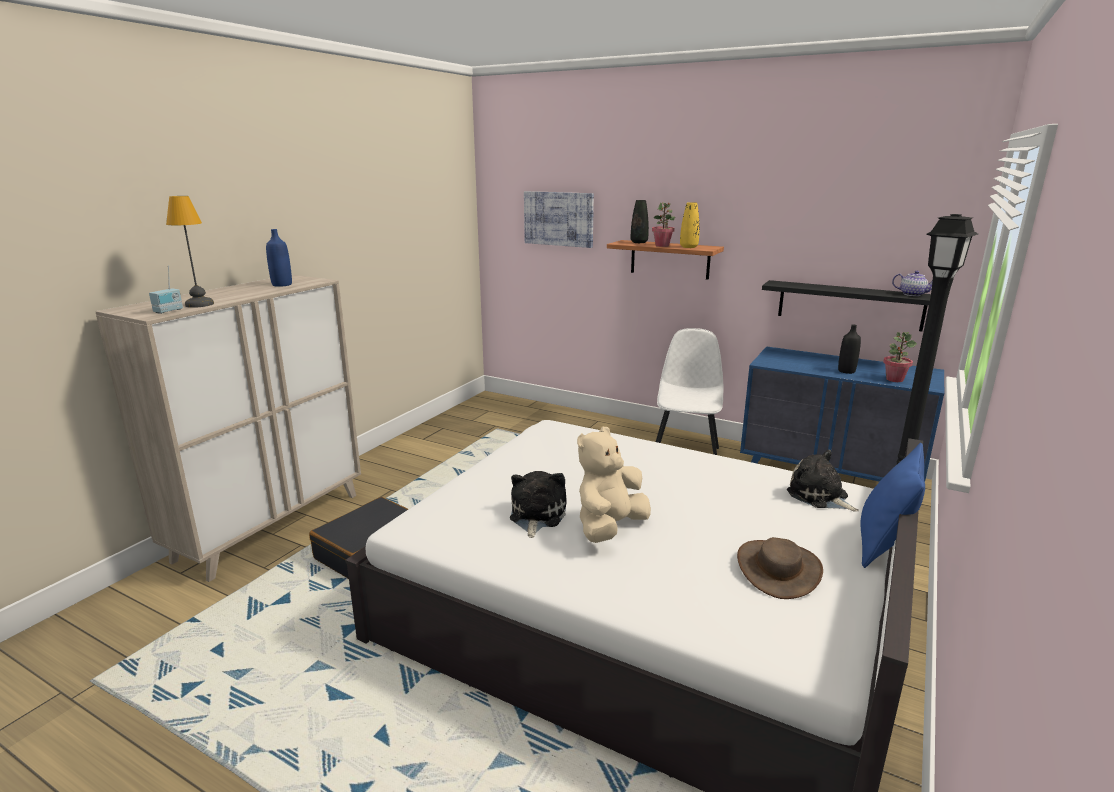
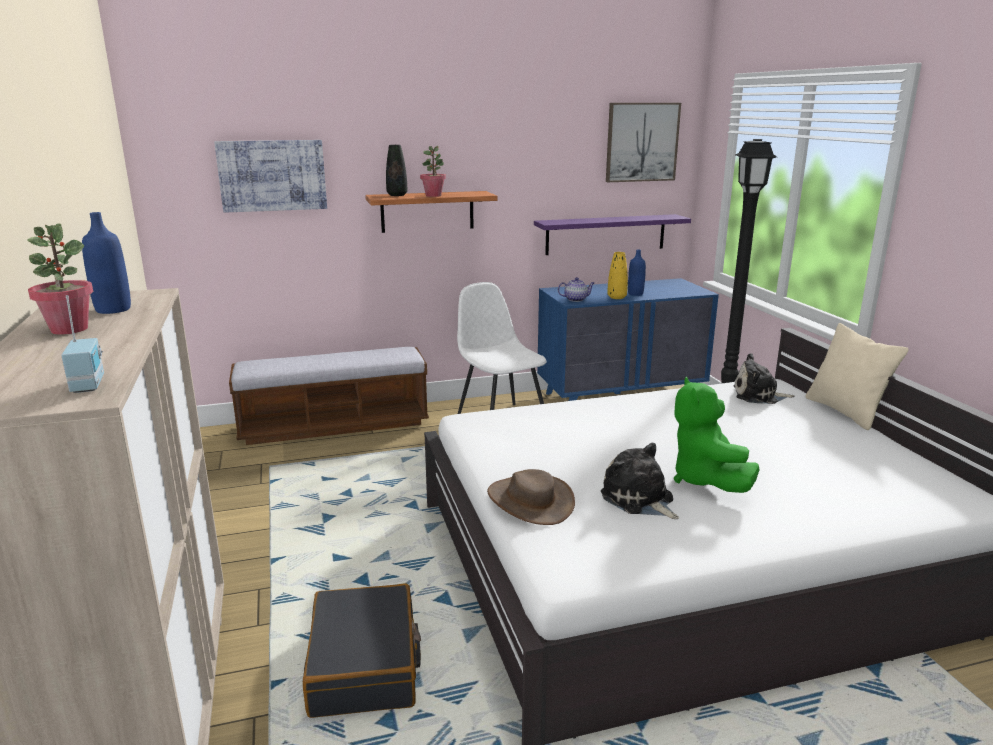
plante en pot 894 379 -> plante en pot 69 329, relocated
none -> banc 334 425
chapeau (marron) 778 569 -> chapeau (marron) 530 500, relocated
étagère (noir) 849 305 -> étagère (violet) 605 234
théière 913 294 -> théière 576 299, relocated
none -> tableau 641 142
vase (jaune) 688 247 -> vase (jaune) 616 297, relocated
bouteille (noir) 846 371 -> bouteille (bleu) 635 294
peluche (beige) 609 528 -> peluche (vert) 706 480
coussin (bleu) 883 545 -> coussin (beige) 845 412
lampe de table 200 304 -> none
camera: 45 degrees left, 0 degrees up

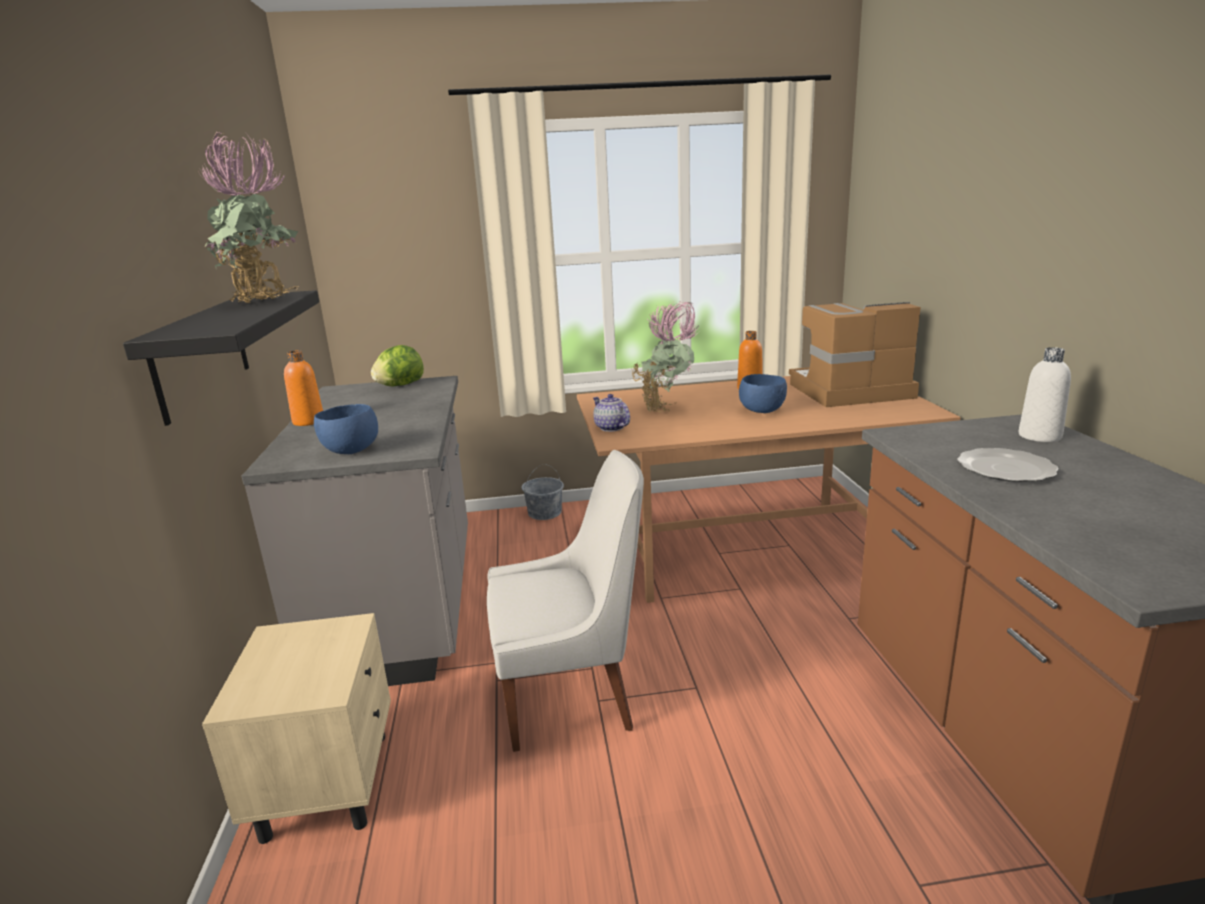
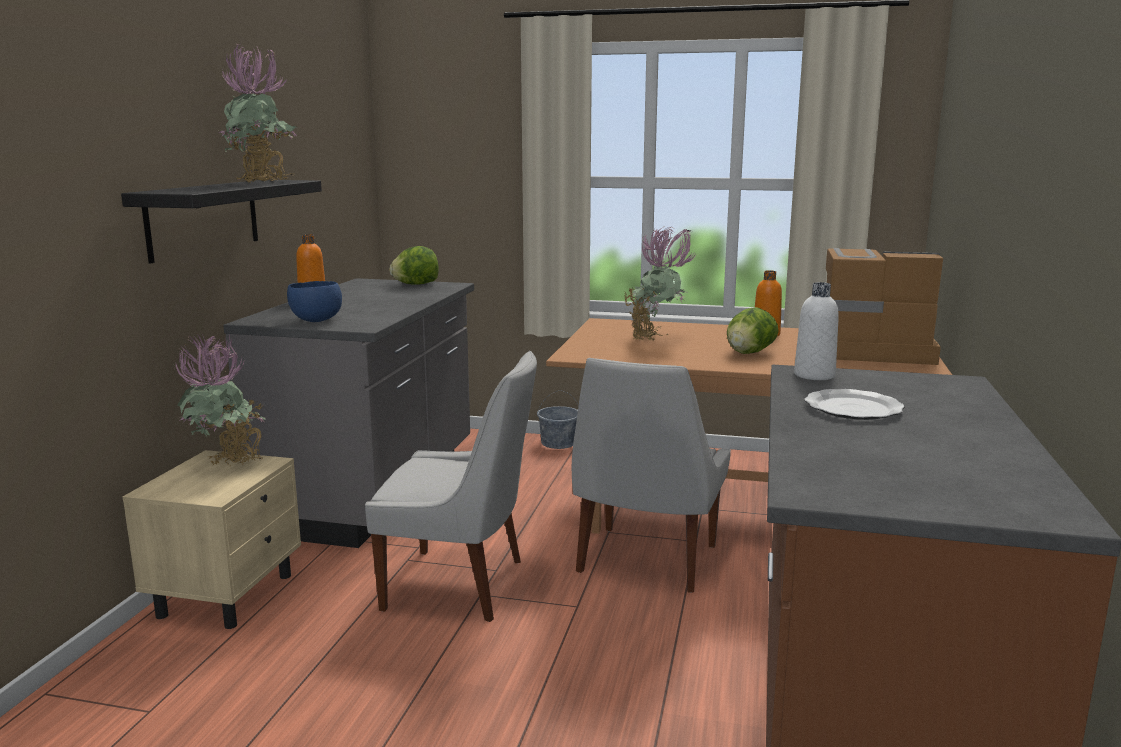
none -> plante en pot 229 467
none -> chaise (blanc) 645 561
bol (bleu) 762 411 -> laitue 749 353
bouteille (blanc) 1039 436 -> bouteille (blanc) 814 375, relocated
théière 610 428 -> none
camera: 20 degrees right, 5 degrees down

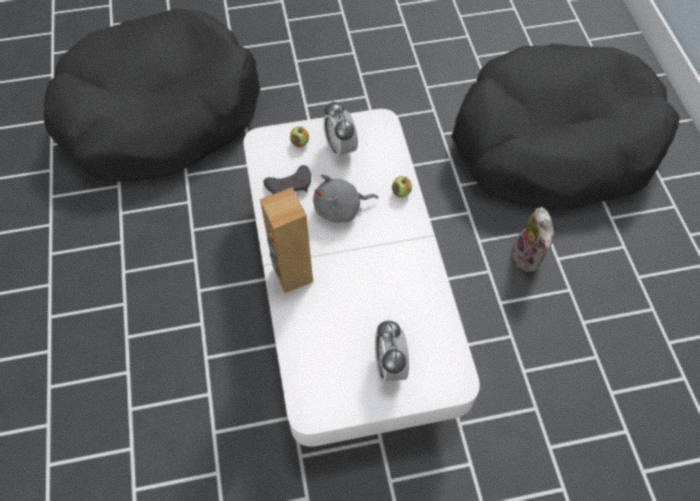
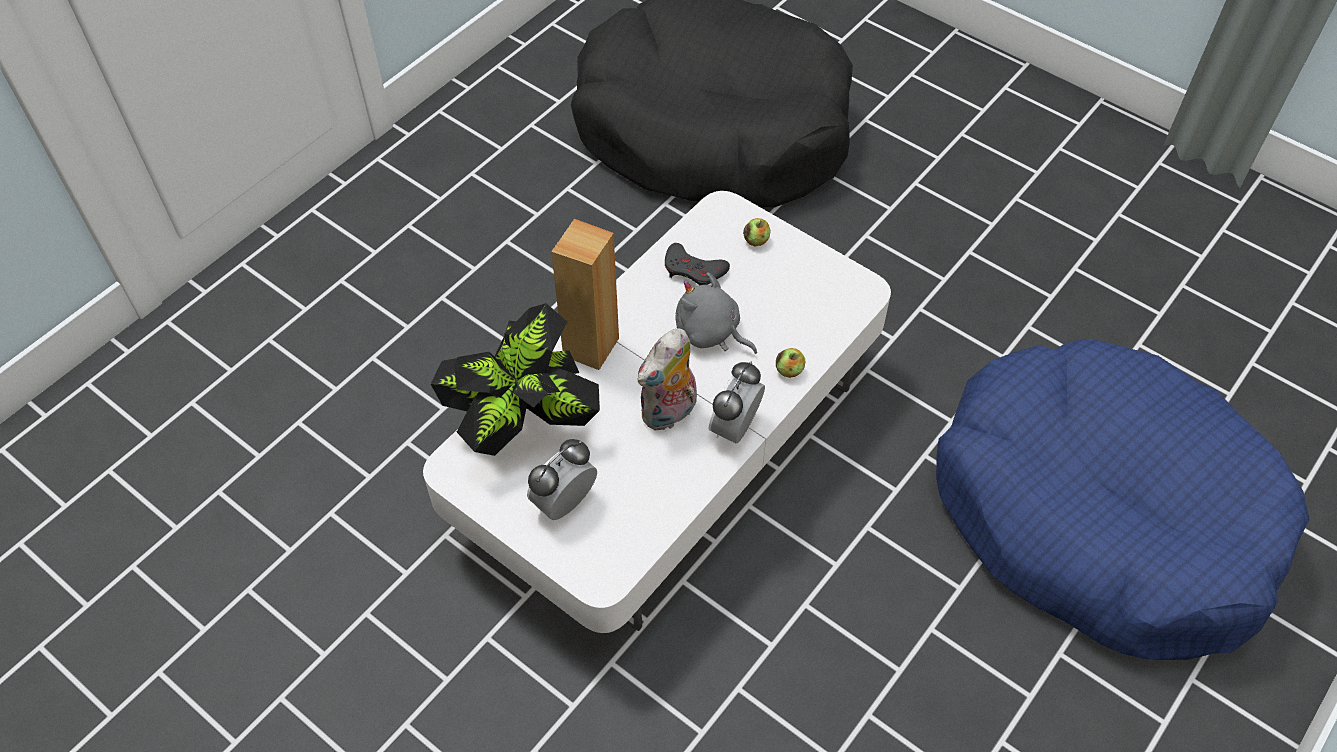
none -> plante en pot 525 426
peluche 529 257 -> peluche 669 413, relocated
réveil 340 148 -> réveil 735 427, relocated
panier pour chien (noir) 553 145 -> panier pour chien (bleu) 1100 516
camera: 50 degrees right, 5 degrees down

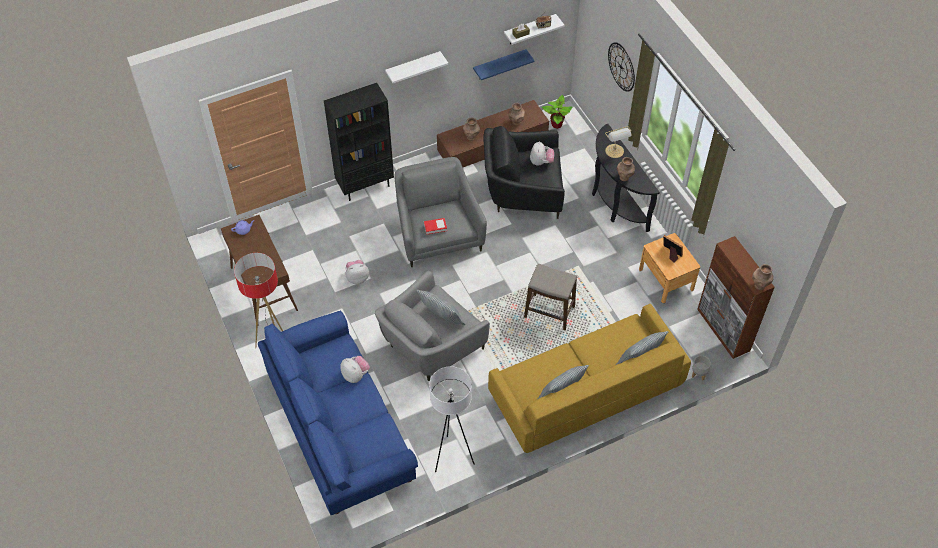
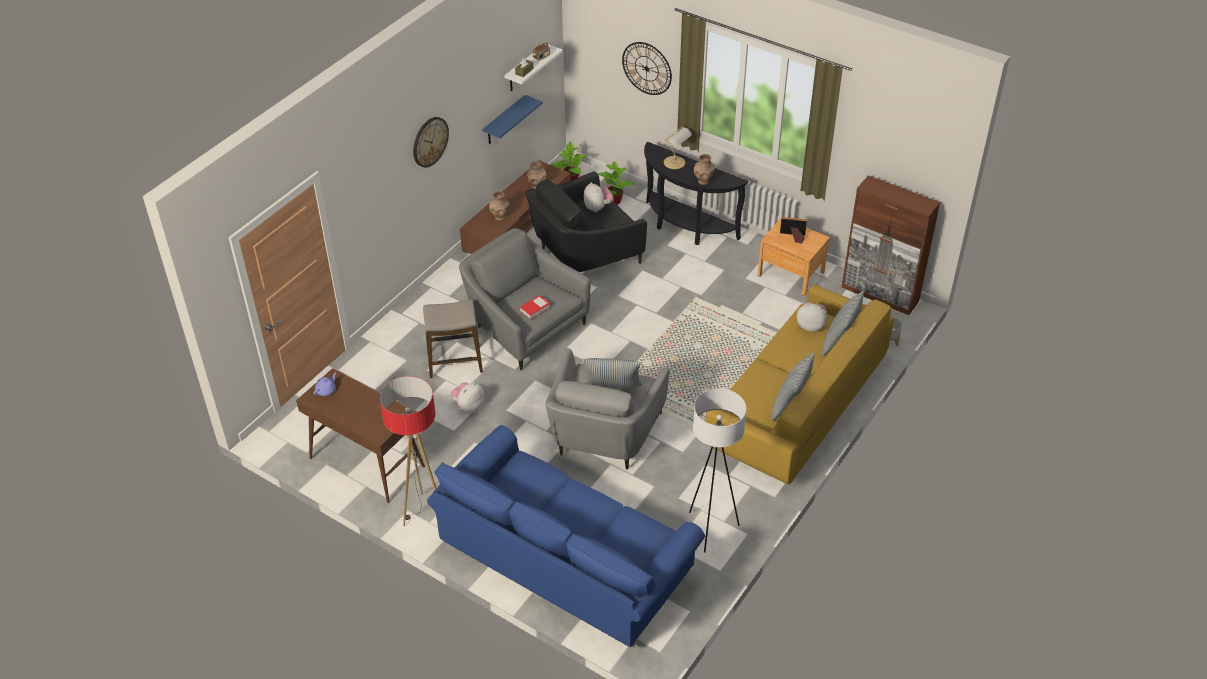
étagère (blanc) 413 67 -> horloge murale 430 141
tabouret 549 312 -> tabouret 454 362, relocated
none -> plante en pot 614 201
peluche 355 375 -> peluche 811 326, relocated
bibliothèque (noir) 365 185 -> none
vase (marron) 759 285 -> none
camera: 30 degrees left, 10 degrees down

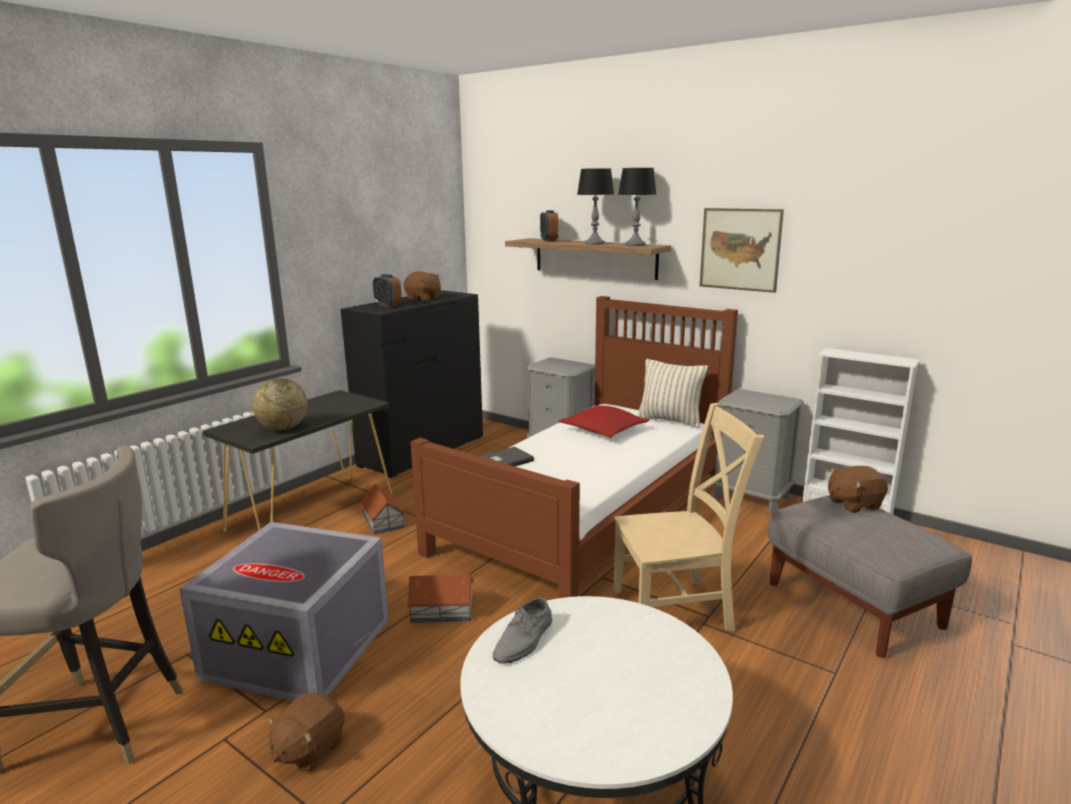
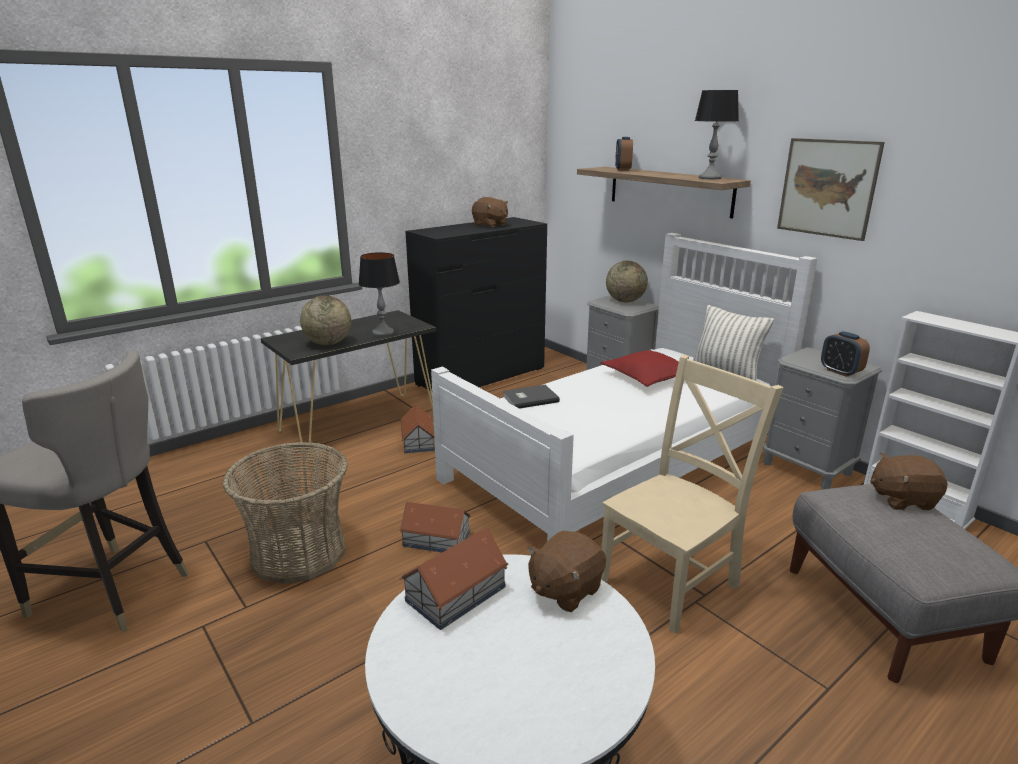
boîte de rangement (gris) 301 647 -> panier 299 552
lampe de table 594 243 -> lampe de table 383 333, relocated
chaussure (gris) 524 640 -> maison miniature 457 593
lit (marron) 588 512 -> lit (blanc) 619 460
peluche (marron) 308 749 -> peluche (marron) 564 589, relocated
chaise (beige) 677 609 -> chaise (beige) 673 580, 45 degrees counterclockwise
none -> globe 625 301
réveil 388 305 -> réveil 840 372, relocated
camera: 15 degrees right, 5 degrees up

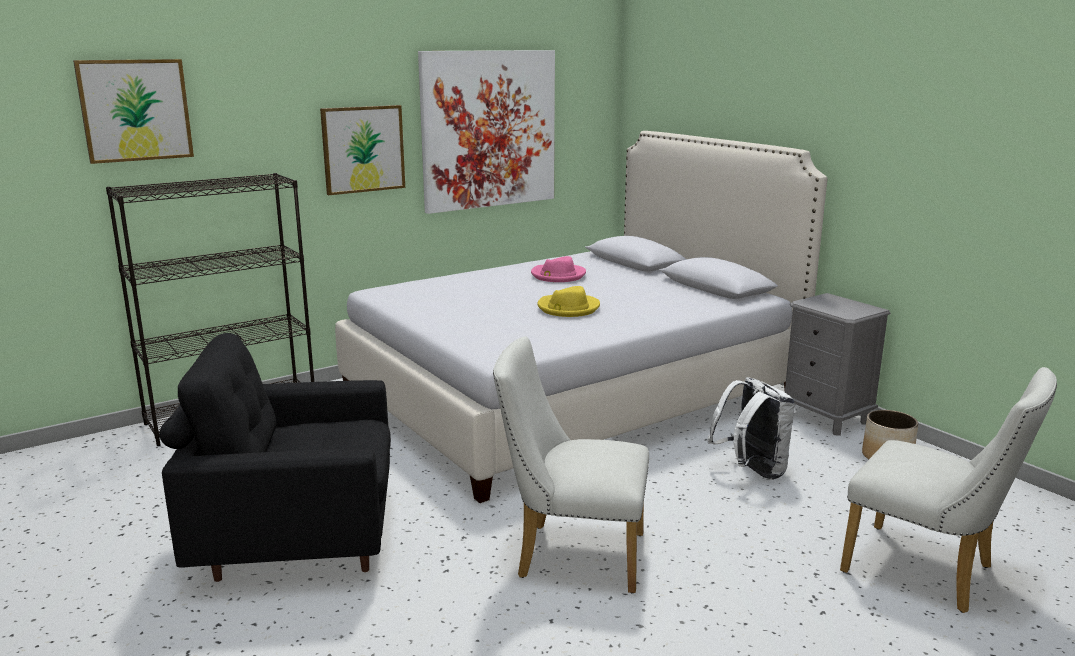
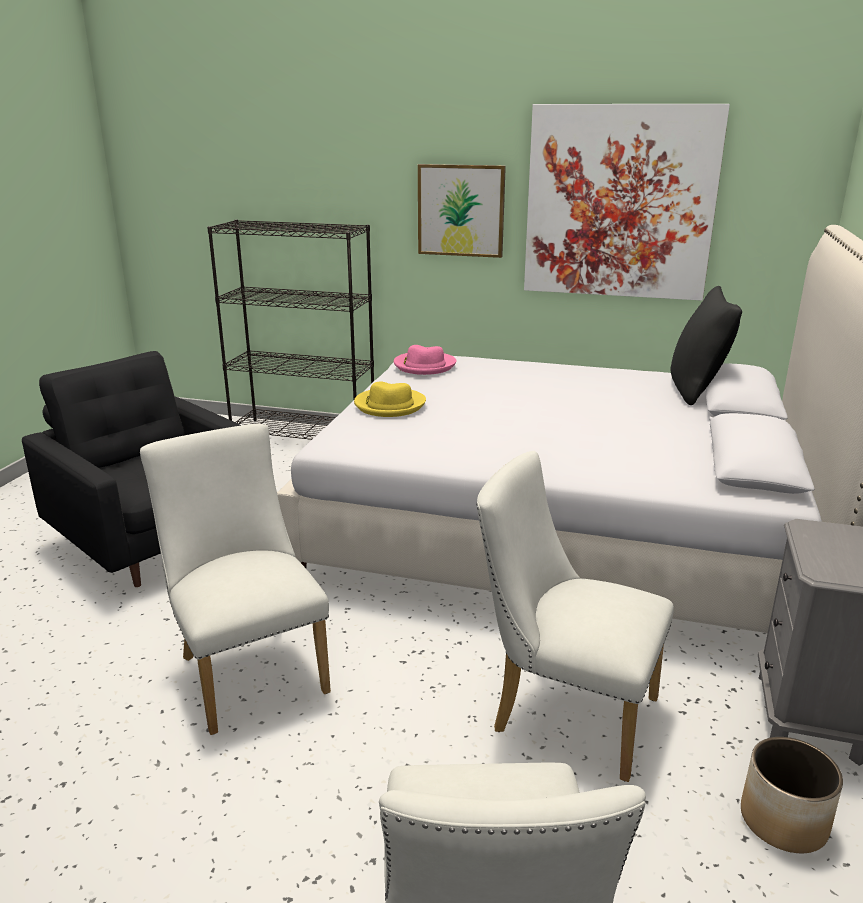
chapeau (jaune) 568 308 -> chapeau (jaune) 389 405, relocated
chapeau (rose) 557 275 -> chapeau (rose) 424 366, relocated
sac à dos (blanc) 751 471 -> chaise (blanc) 563 712
none -> coussin (noir) 696 390
tableau 135 110 -> none
camera: 50 degrees right, 5 degrees up

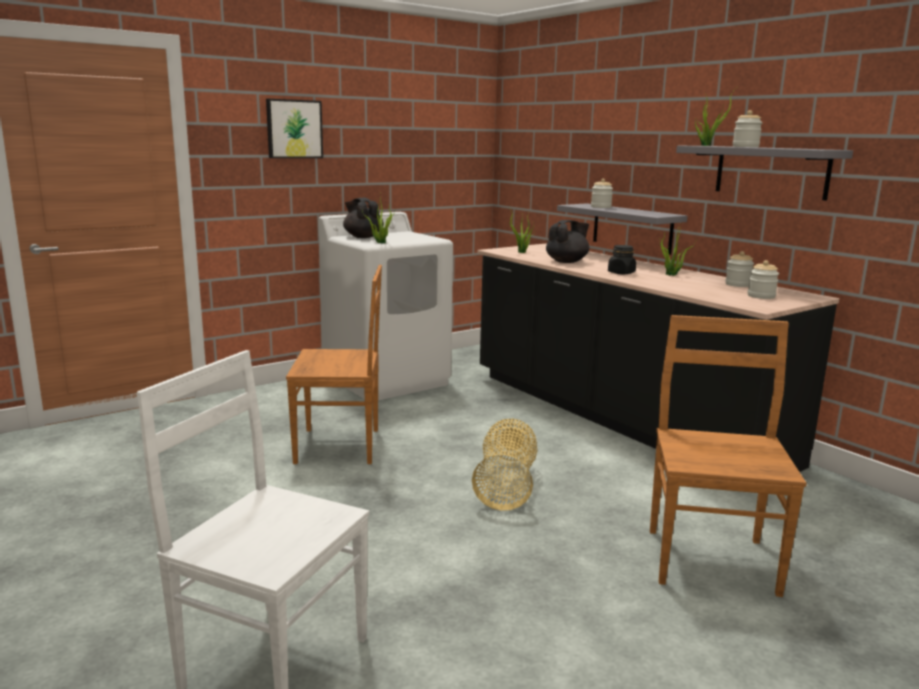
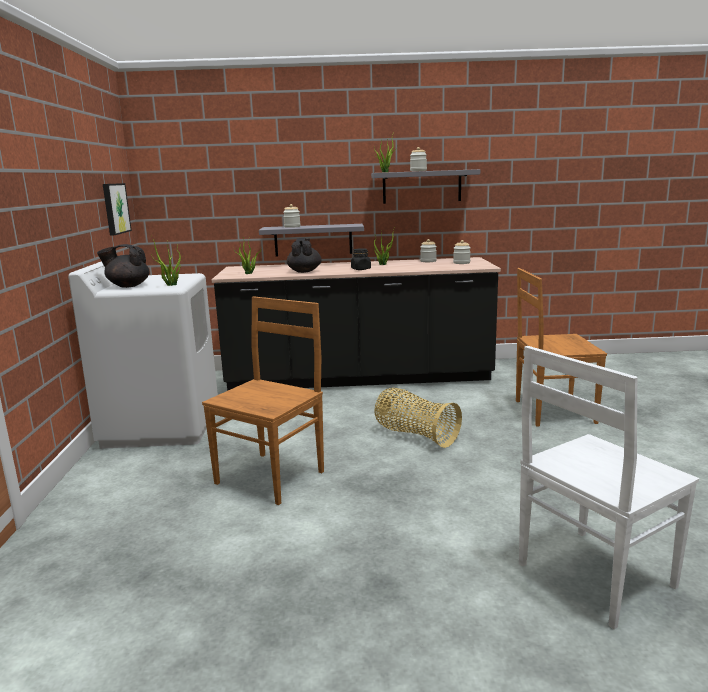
tableau 294 129 -> tableau 115 208, relocated
chaise (marron) 710 559 -> chaise (marron) 552 411, 45 degrees counterclockwise
camera: 55 degrees left, 0 degrees up

